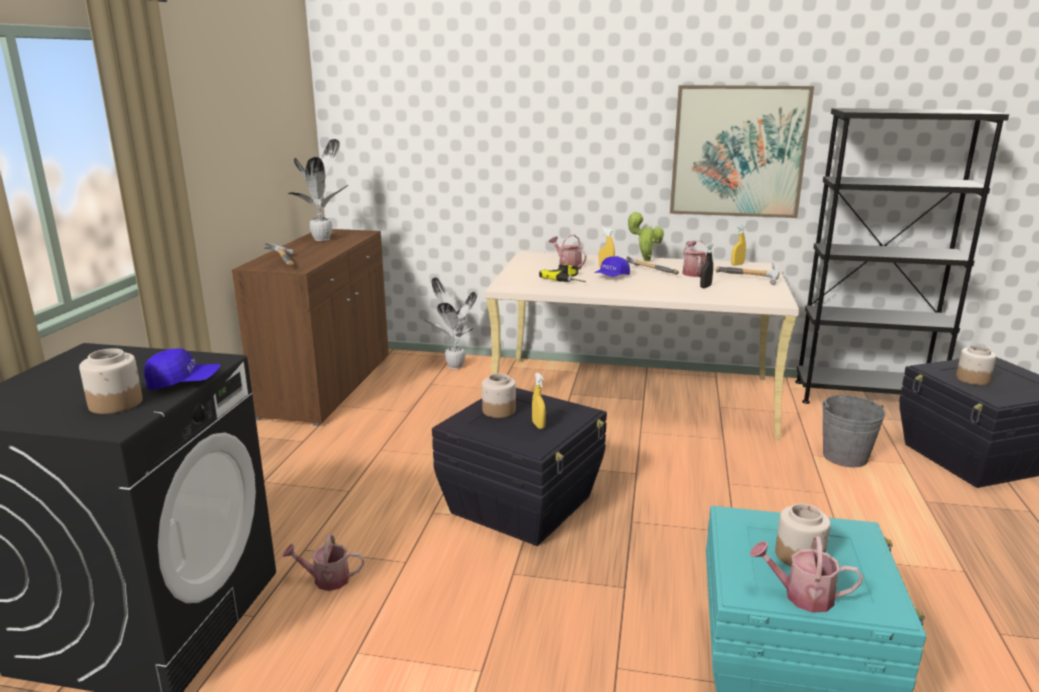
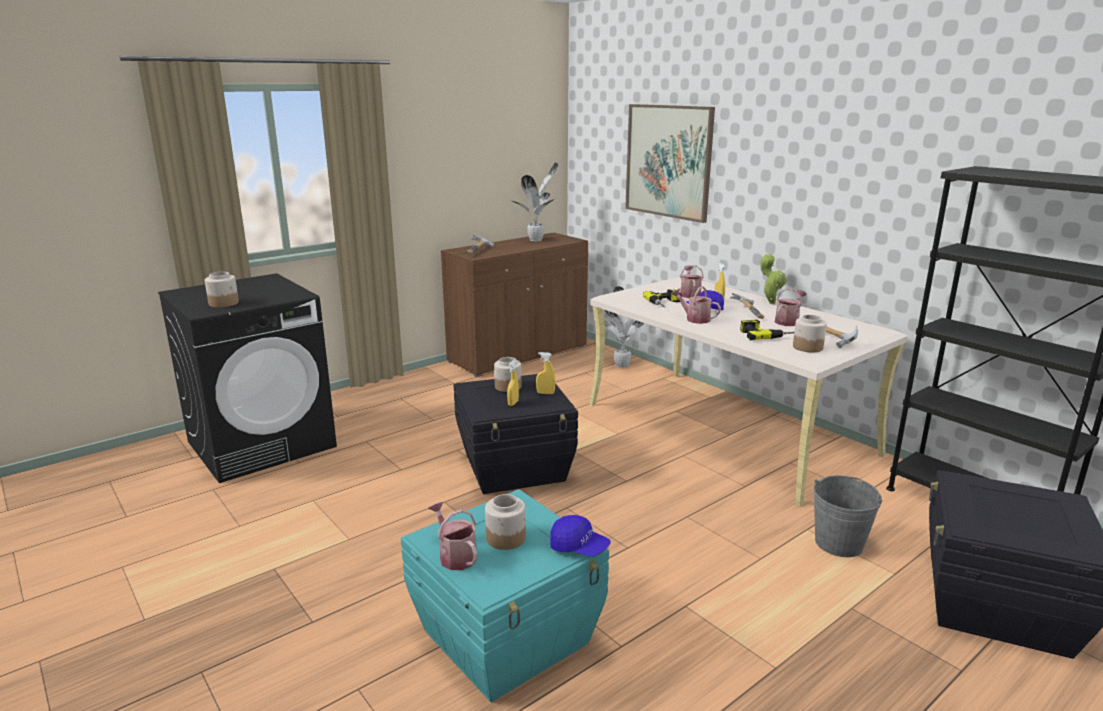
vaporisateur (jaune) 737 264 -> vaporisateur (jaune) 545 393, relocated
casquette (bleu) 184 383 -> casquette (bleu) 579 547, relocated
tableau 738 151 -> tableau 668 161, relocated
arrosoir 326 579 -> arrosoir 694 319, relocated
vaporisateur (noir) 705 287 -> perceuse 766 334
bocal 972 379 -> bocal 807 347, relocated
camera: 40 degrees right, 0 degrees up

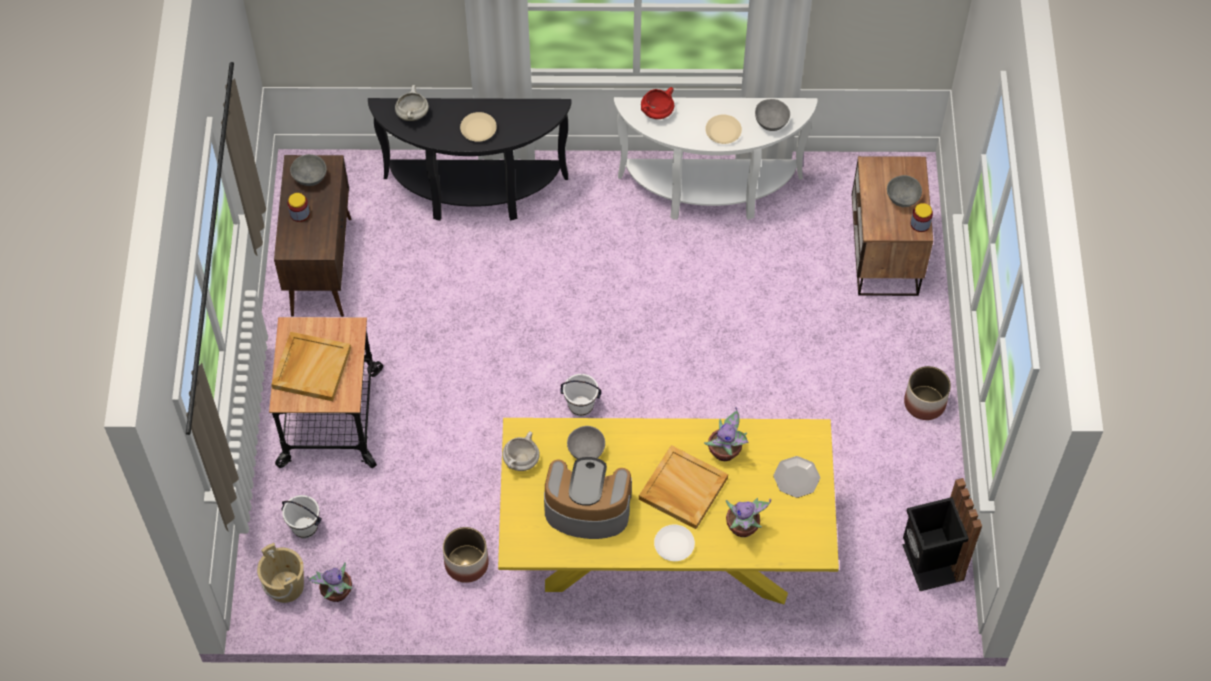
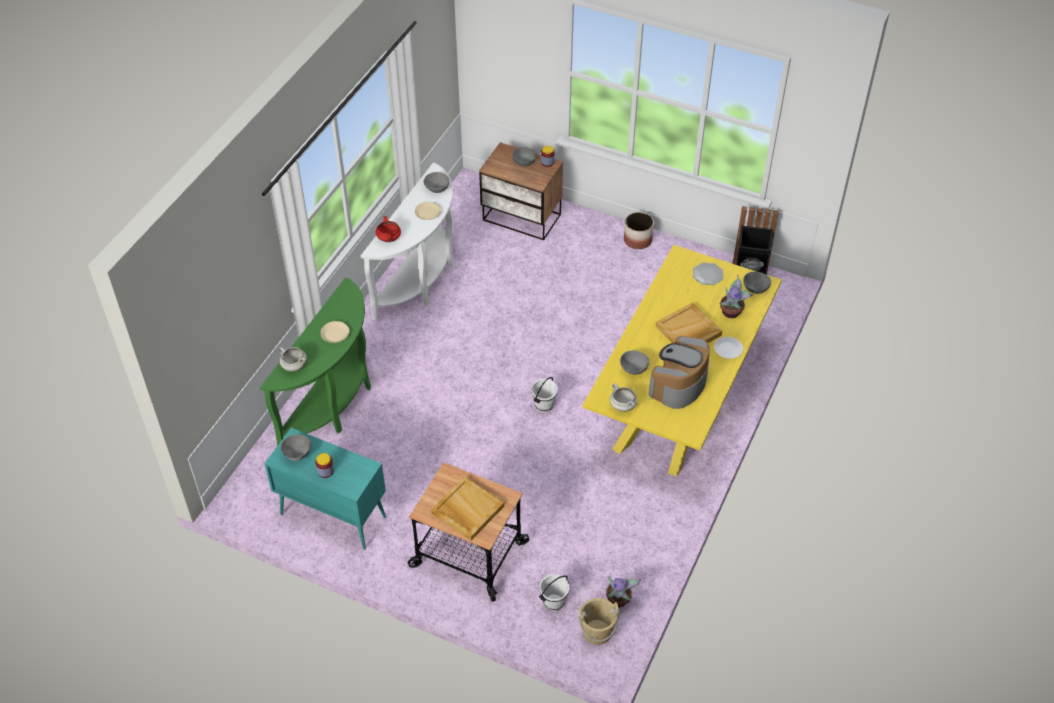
table console (noir) 475 195 -> table console (vert) 334 402
meuble de rangement (marron) 321 265 -> meuble de rangement (turquoise) 332 515
none -> bol (gris) 755 289
cache-pot 466 563 -> none
plante en pot 726 451 -> none
camera: 65 degrees left, 10 degrees down

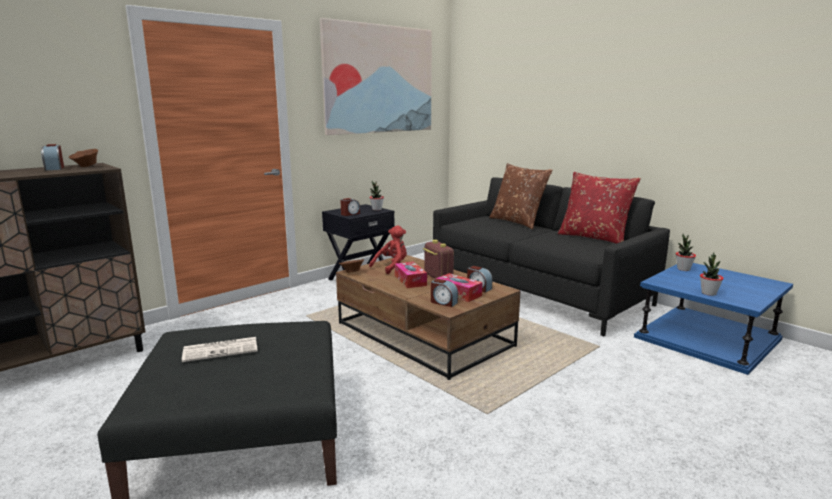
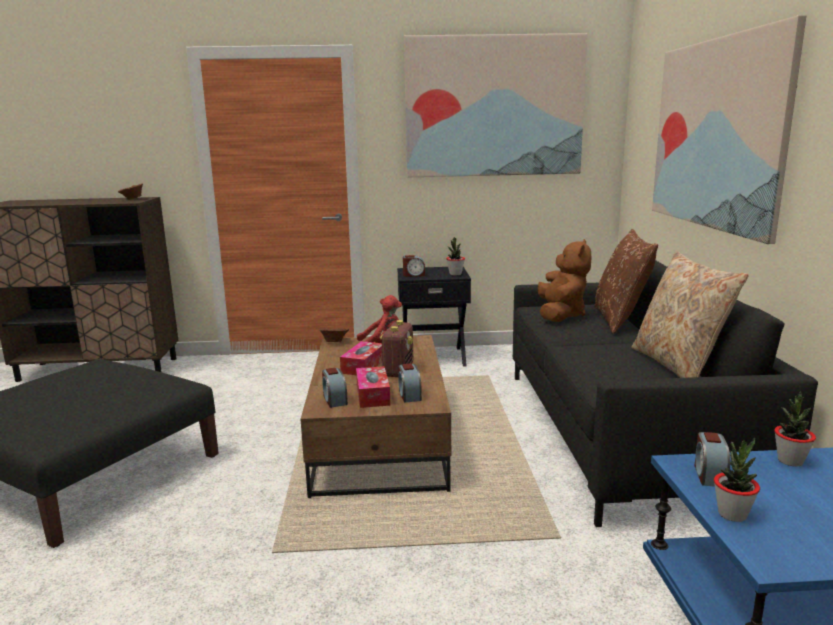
none -> peluche (marron) 560 315
coussin (rouge) 594 237 -> coussin (beige) 678 366
none -> tableau 716 134
réveil 54 168 -> réveil 709 475, relocated
journal 222 349 -> none
camera: 40 degrees right, 0 degrees up

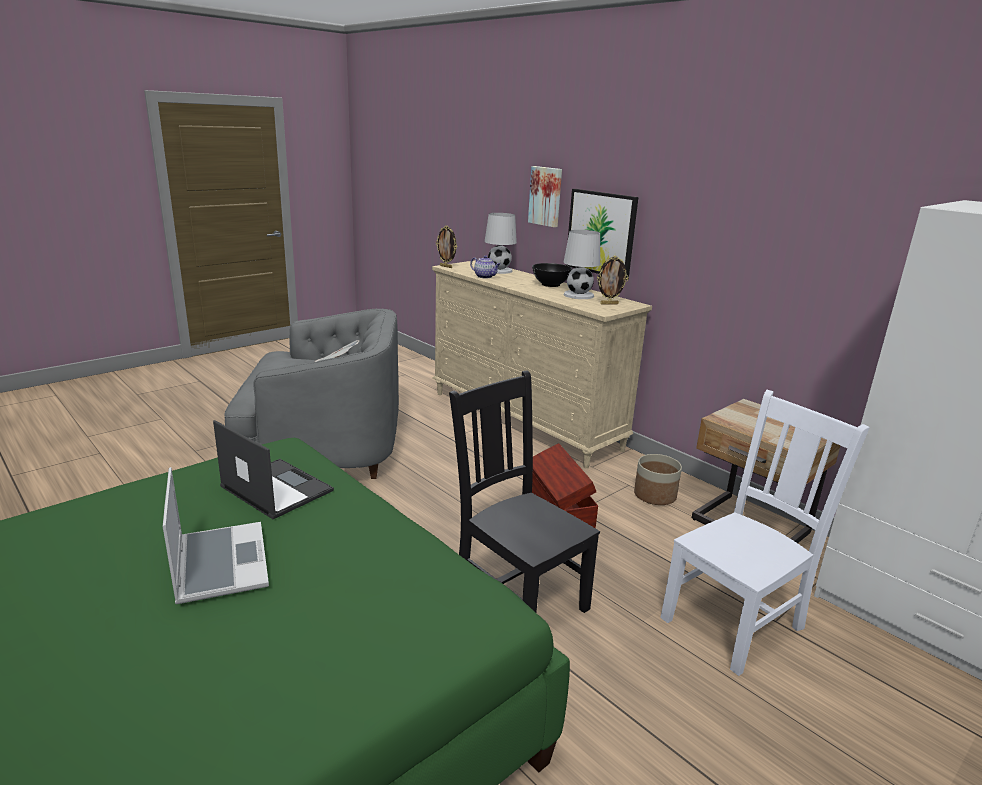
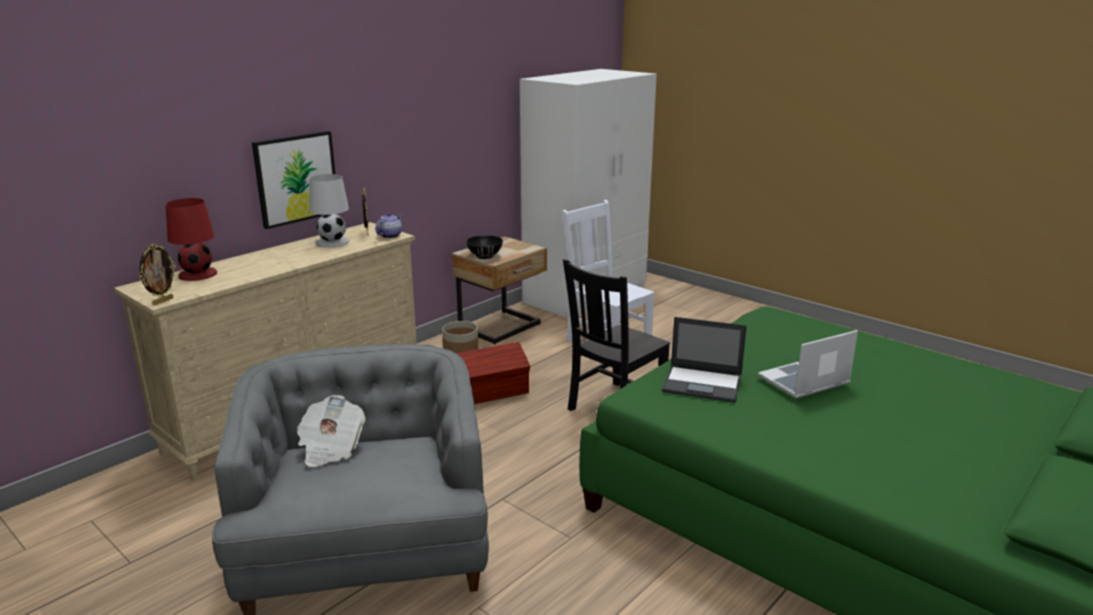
lampe de table (blanc) 499 270 -> lampe de table (rouge) 197 274
théière 485 277 -> théière 390 235, relocated
bol (noir) 551 284 -> bol (noir) 484 256, relocated
ordinateur portable 275 488 -> ordinateur portable 703 384, 105 degrees counterclockwise
tableau 546 196 -> none
camera: 95 degrees left, 0 degrees up

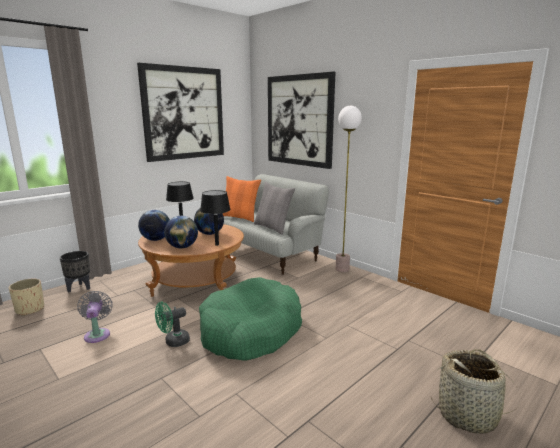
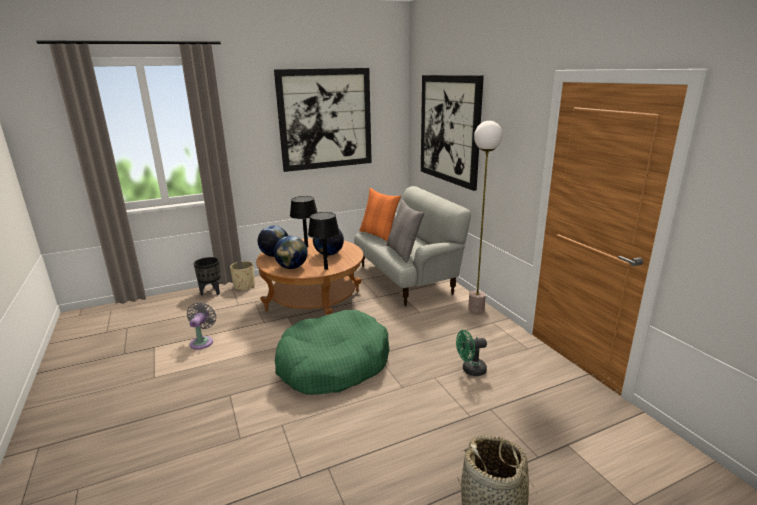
cache-pot (beige) 30 309 -> cache-pot (beige) 244 286, relocated
ventilateur (vert) 173 342 -> ventilateur (vert) 470 370, relocated
camera: 20 degrees right, 5 degrees up

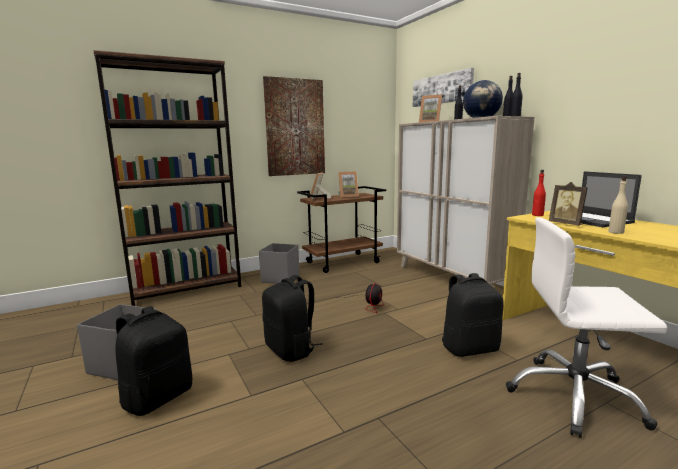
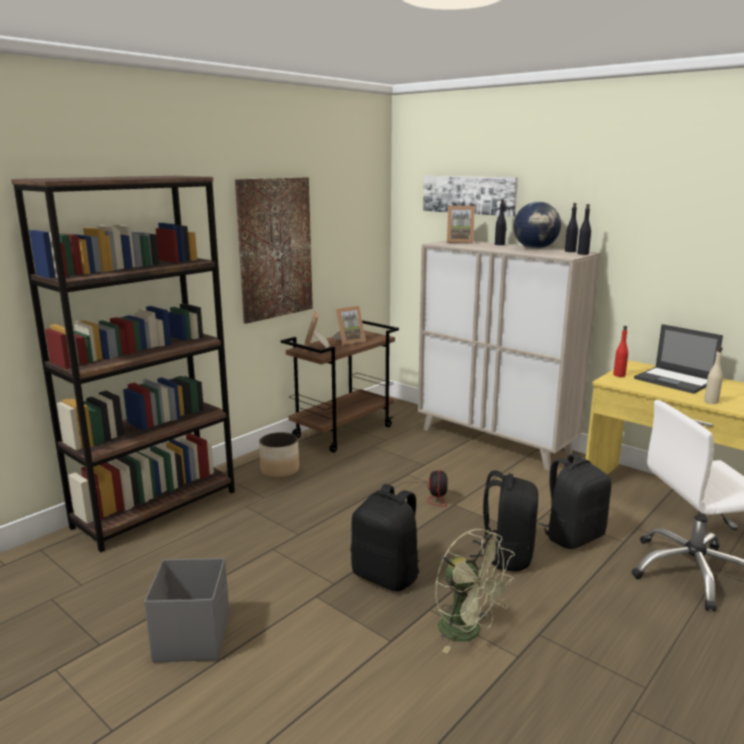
boîte de rangement (gris) 281 278 -> cache-pot 279 470
none -> ventilateur (vert) 468 632
sac à dos (noir) 158 397 -> sac à dos (noir) 506 555, relocated
cadre photo 567 224 -> none
camera: 20 degrees left, 5 degrees up

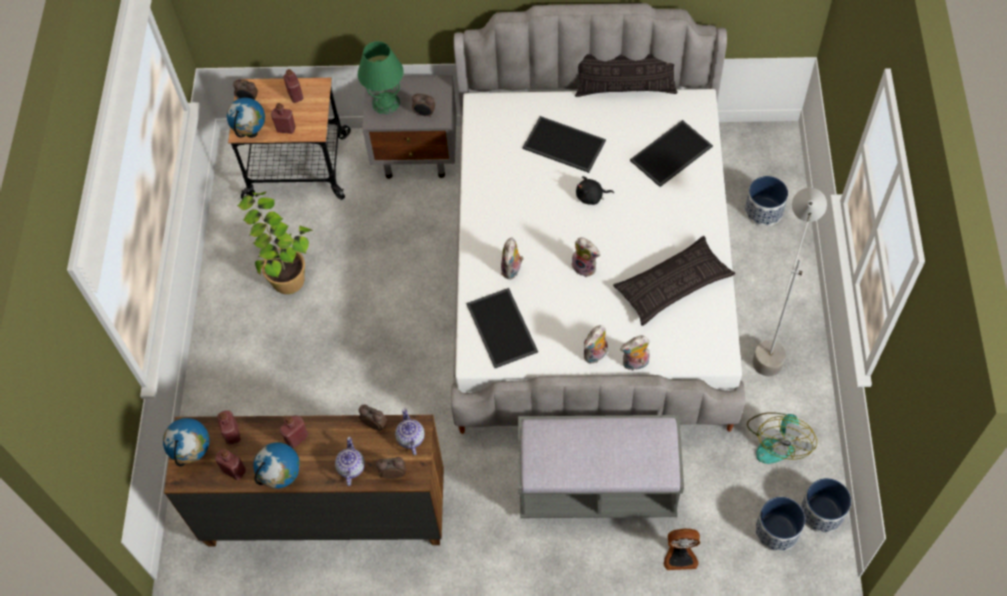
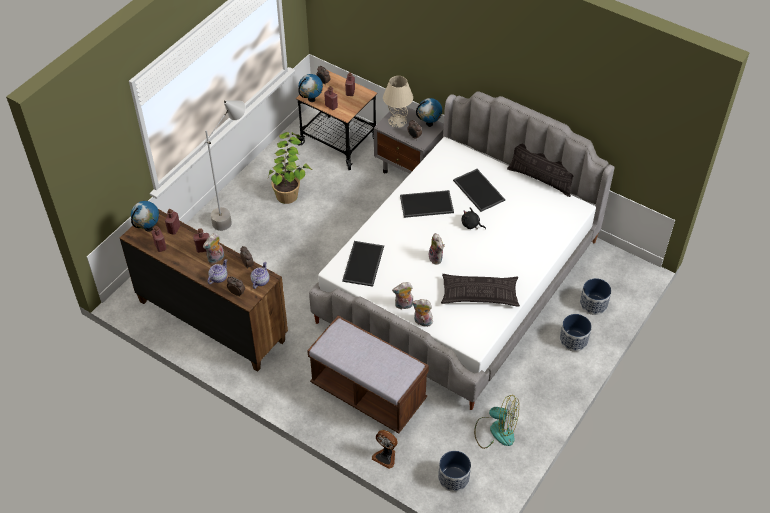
lampadaire (gris) 771 340 -> lampadaire (gris) 234 215, relocated
peluche 512 270 -> peluche 216 259, relocated
banc (gris) 597 486 -> banc (marron) 368 393
lampe de table (vert) 385 103 -> lampe de table (beige) 397 121
plateau 671 155 -> plateau 426 205, relocated
globe 283 478 -> globe 429 124, relocated
ventilateur 777 439 -> ventilateur 495 430, 120 degrees counterclockwise
cache-pot 821 513 -> cache-pot 573 340, relocated
camera: 30 degrees right, 10 degrees down

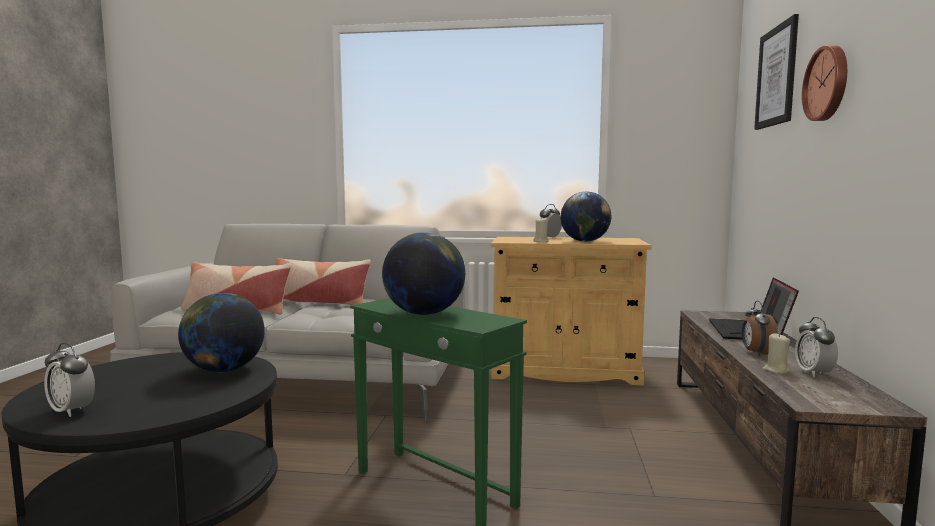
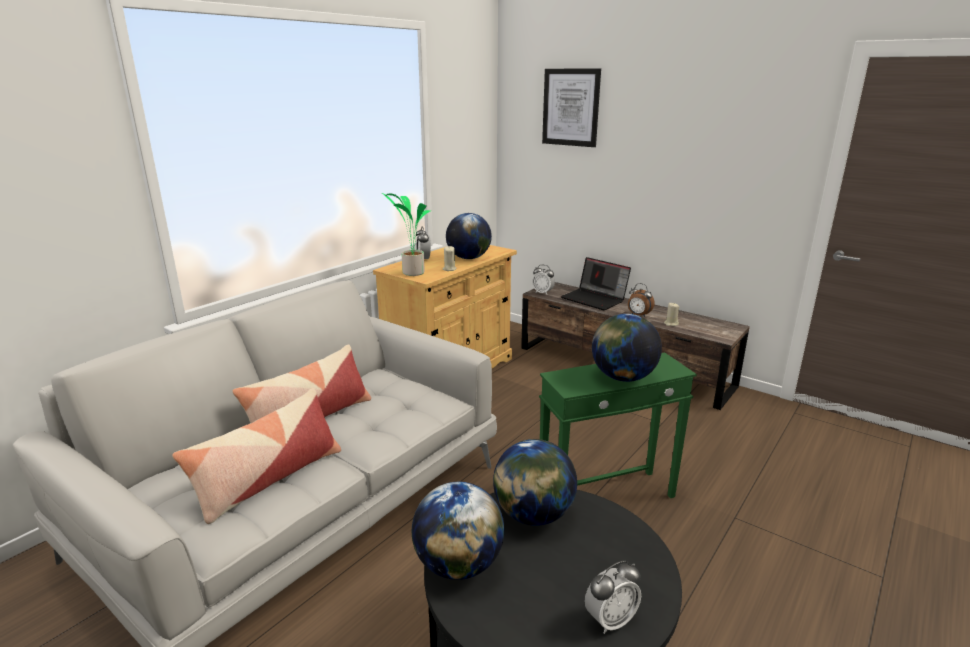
none -> plante en pot 412 273
none -> globe 458 565
réveil 814 373 -> réveil 543 292, relocated
horloge murale 828 83 -> none
camera: 60 degrees left, 15 degrees up

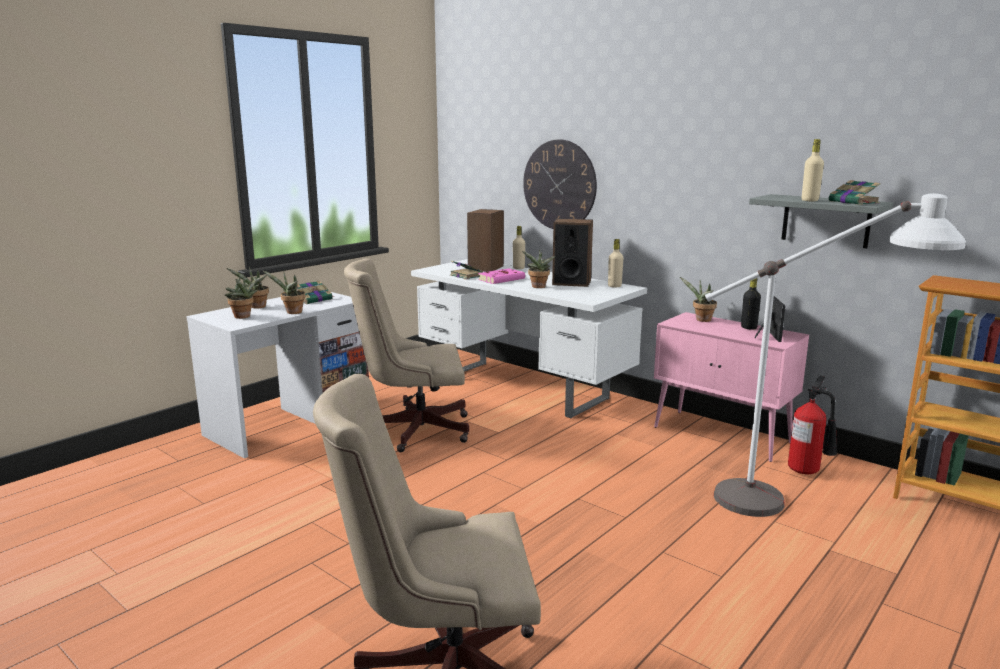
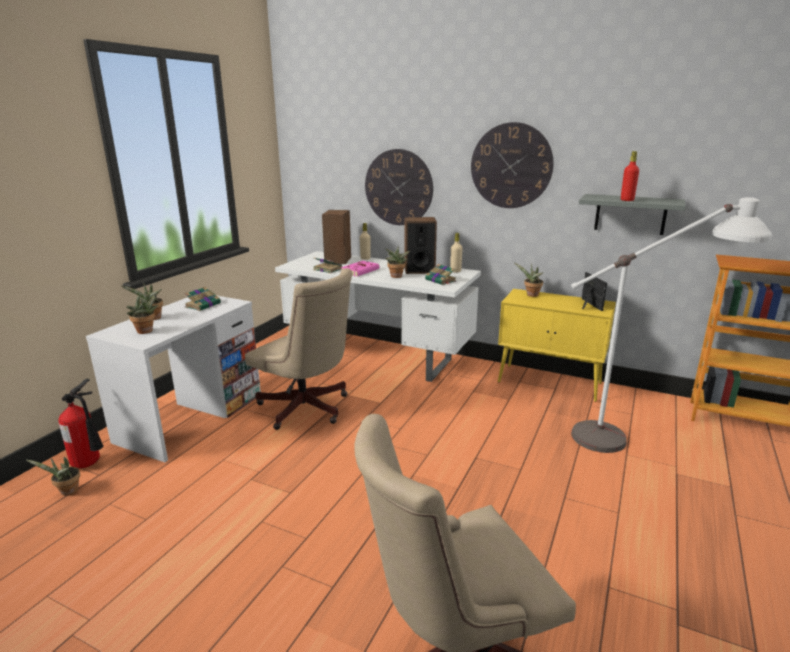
plante en pot 292 312 -> plante en pot 67 492, relocated
extincteur 808 471 -> extincteur 90 463, relocated
chaise de bureau (beige) 413 429 -> chaise de bureau (beige) 307 410, 120 degrees counterclockwise
livre 854 202 -> livre 441 280, relocated
none -> horloge murale 511 166
meuble de rangement (rose) 722 435 -> meuble de rangement (jaune) 550 383
bouteille (beige) 809 200 -> bouteille (rouge) 627 200
bouteille (noir) 748 327 -> none
camera: 15 degrees left, 5 degrees up

